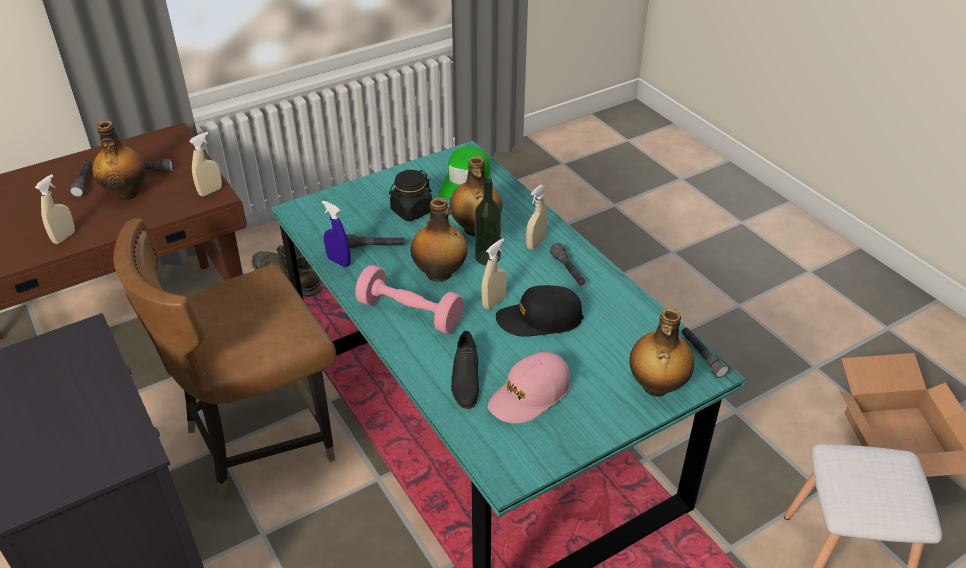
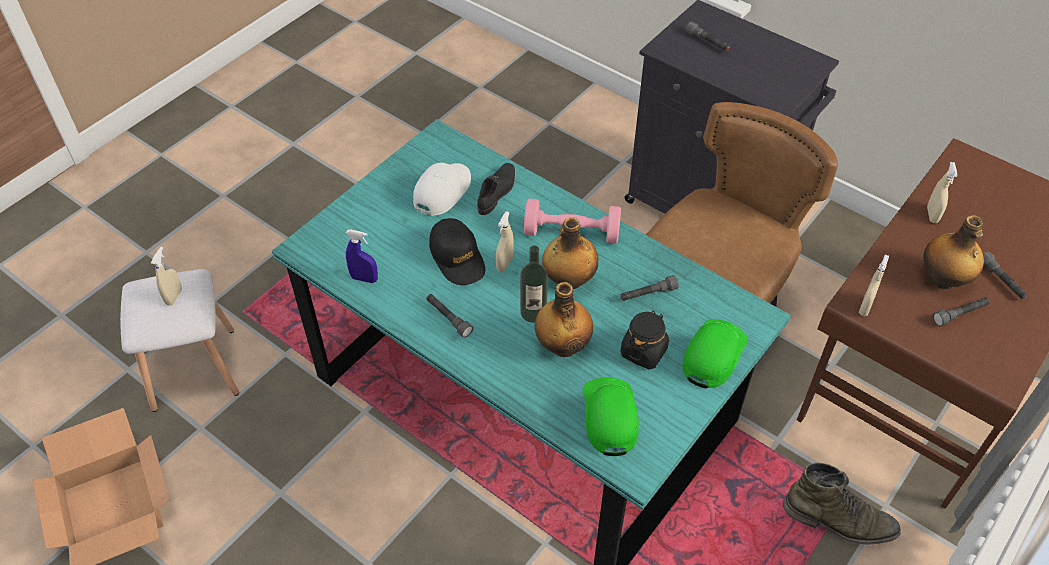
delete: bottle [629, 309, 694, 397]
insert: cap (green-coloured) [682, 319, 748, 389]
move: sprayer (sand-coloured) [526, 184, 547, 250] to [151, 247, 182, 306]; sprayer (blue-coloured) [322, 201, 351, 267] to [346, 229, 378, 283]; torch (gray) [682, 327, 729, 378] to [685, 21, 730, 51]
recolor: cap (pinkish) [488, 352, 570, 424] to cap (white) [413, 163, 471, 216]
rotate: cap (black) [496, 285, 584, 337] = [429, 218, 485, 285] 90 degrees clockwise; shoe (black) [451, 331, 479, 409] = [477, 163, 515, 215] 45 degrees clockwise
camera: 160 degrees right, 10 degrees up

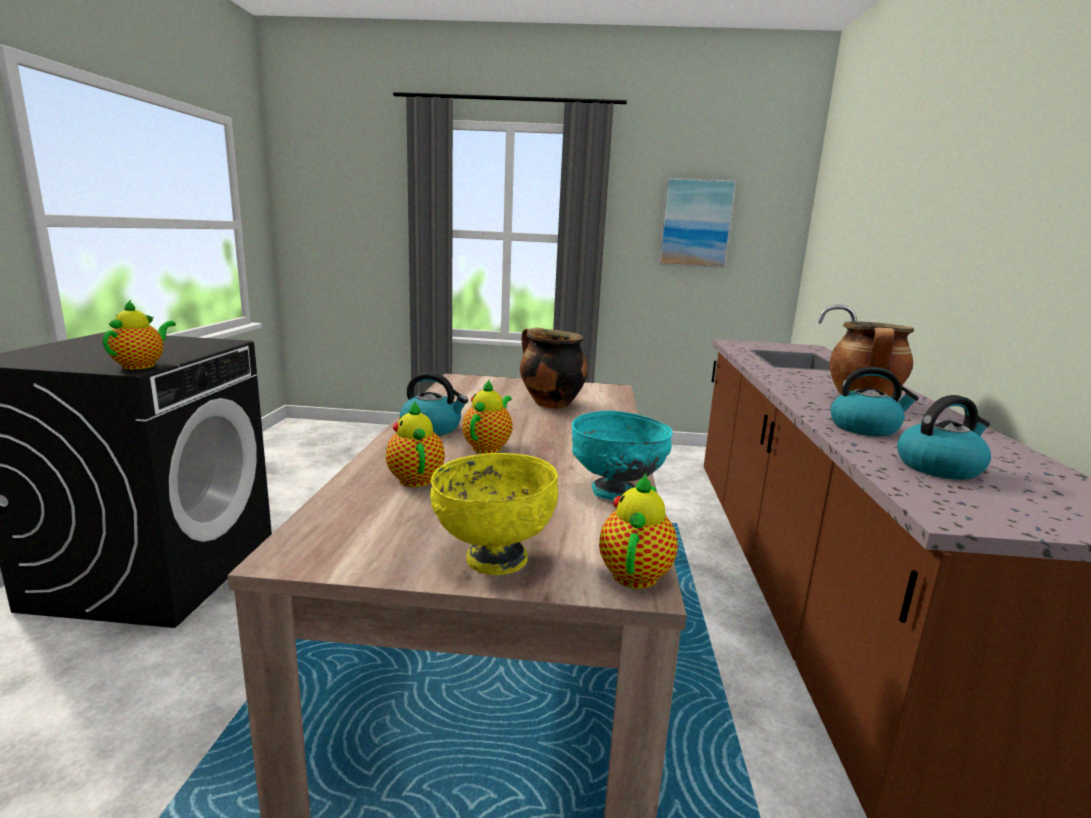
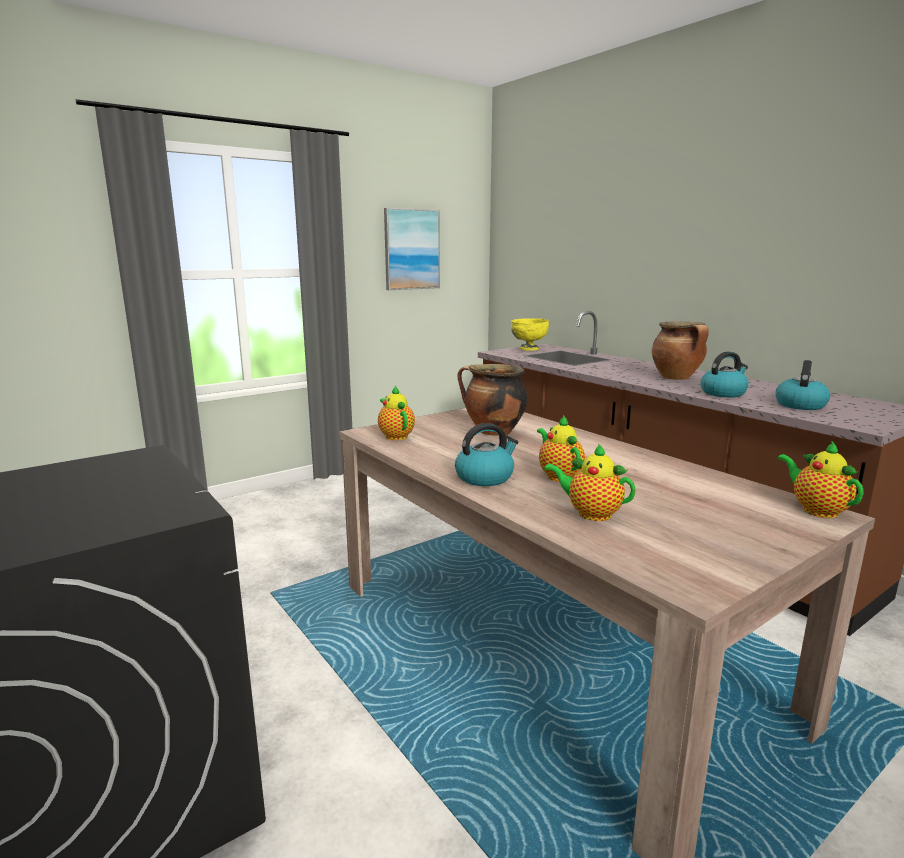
delete: deep dish (turquoise-coloured) [572, 411, 673, 501]
move: pot for tea [103, 300, 176, 370] to [378, 385, 415, 440]; deep dish (yellow) [430, 453, 558, 575] to [511, 318, 549, 351]
camera: 40 degrees left, 0 degrees up

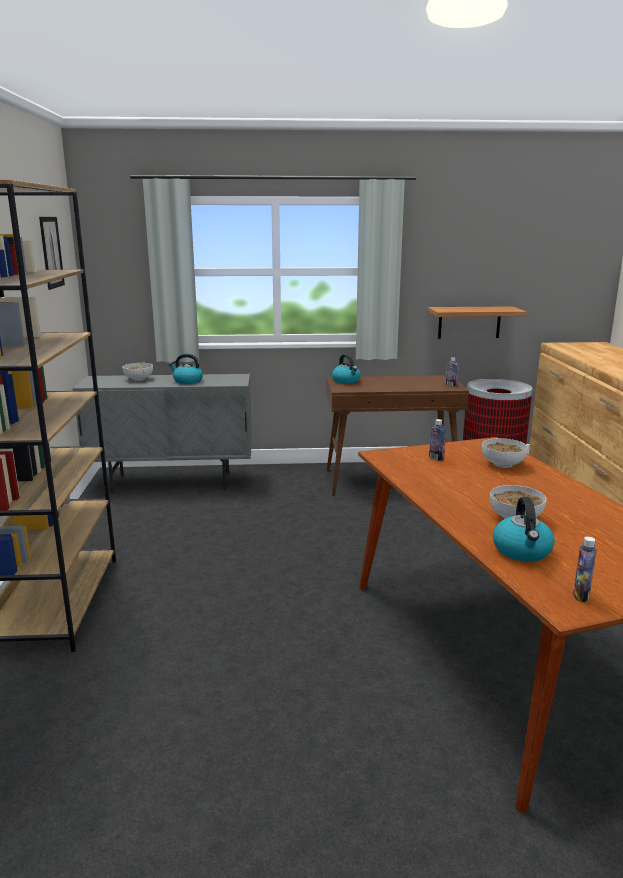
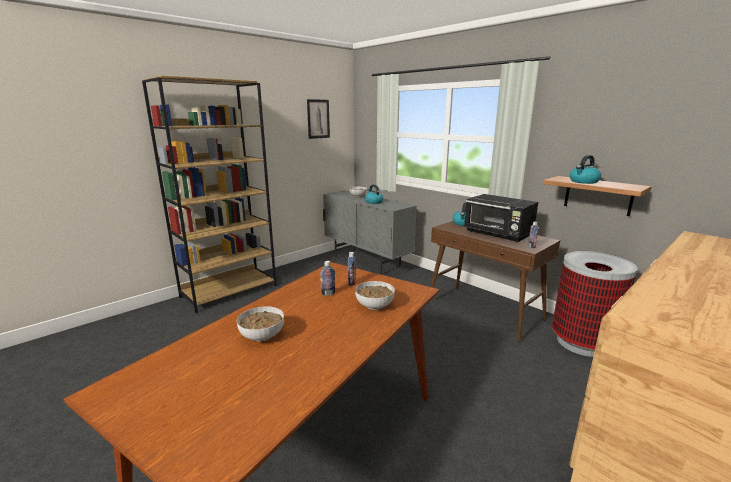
insert: kitchen microwave (black) [464, 194, 538, 242]
move: kettle [493, 497, 555, 562] to [570, 155, 601, 184]; bottle [573, 537, 597, 602] to [320, 261, 336, 296]
camera: 50 degrees right, 0 degrees up

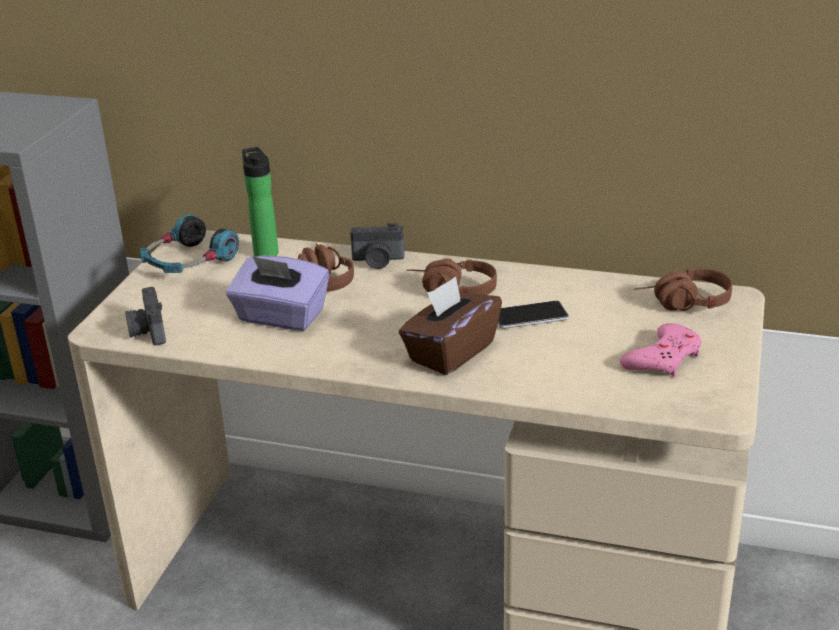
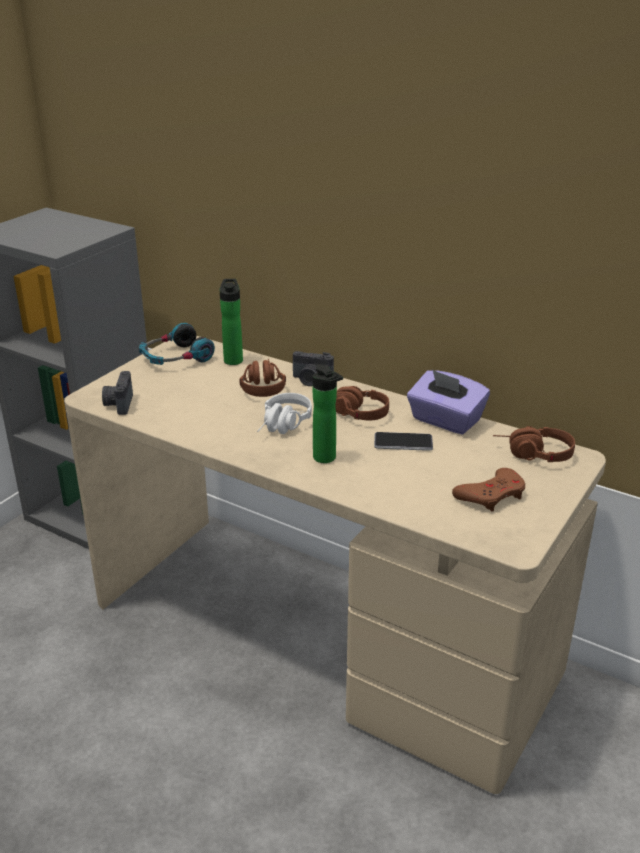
insert: headphones (white) [257, 393, 312, 434]
move: tissue box (purple-coloured) [226, 256, 329, 331] to [407, 370, 490, 435]
replace: tissue box (brown) [398, 276, 502, 375] to bottle [313, 364, 343, 463]
recolor: joypad (pinkish) [620, 323, 702, 376] to joypad (brown) [452, 468, 525, 511]
camera: 15 degrees right, 0 degrees up

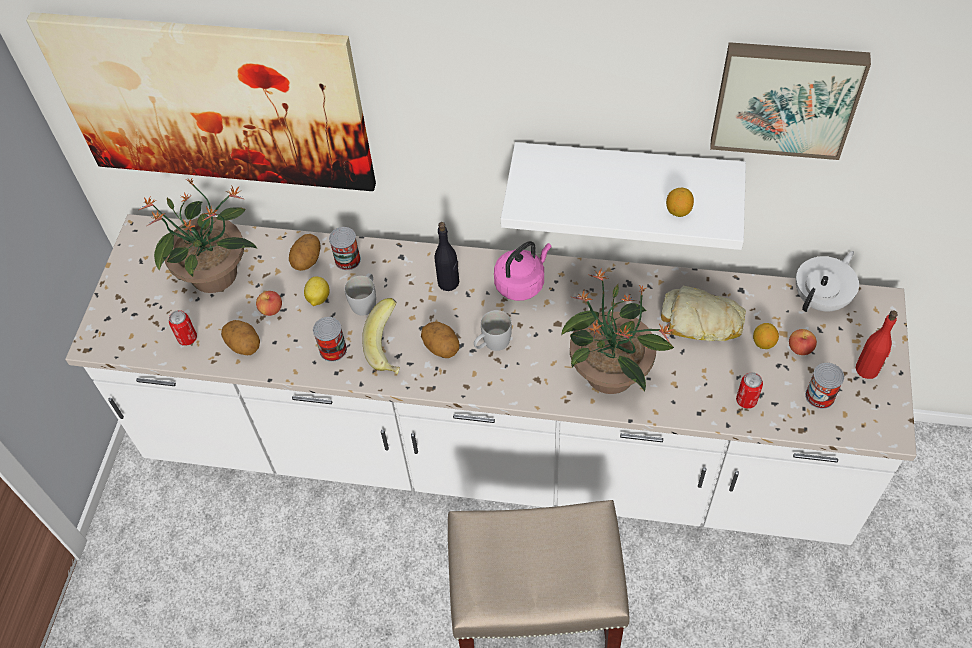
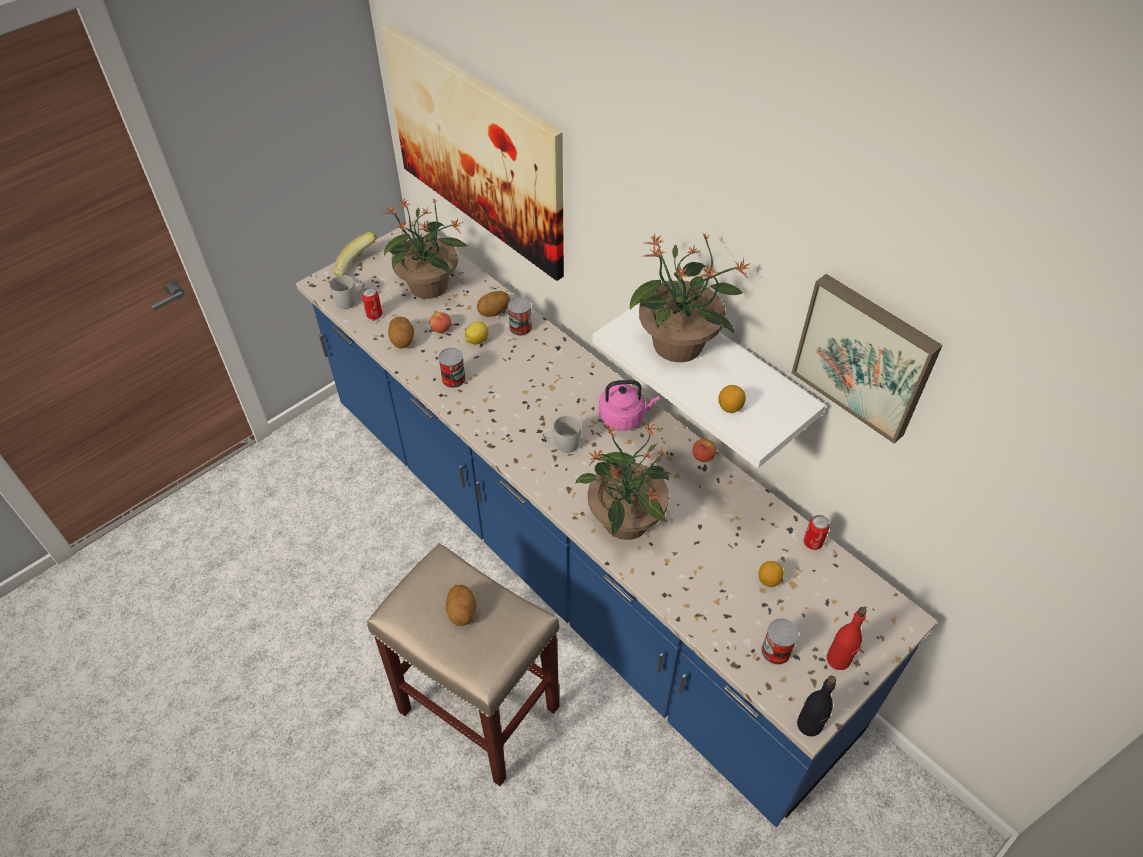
delete: pot for tea (white) [796, 251, 859, 312]; baked bread [661, 285, 746, 341]
insert: potted plant [630, 233, 751, 362]
move: bottle (black) [434, 222, 459, 291] to [797, 676, 836, 736]; mug (white) [345, 273, 376, 316] to [329, 275, 364, 309]; whole banana [362, 298, 400, 374] to [334, 232, 377, 276]; whole potato [421, 322, 460, 358] to [446, 585, 476, 626]; whole apple [789, 329, 817, 355] to [692, 439, 717, 462]; metal can [736, 372, 763, 409] to [804, 515, 830, 550]
recolor: kitchen base unit (white) [65, 214, 916, 545] to kitchen base unit (blue-coloured) [296, 219, 938, 827]
camera: 35 degrees right, 5 degrees down

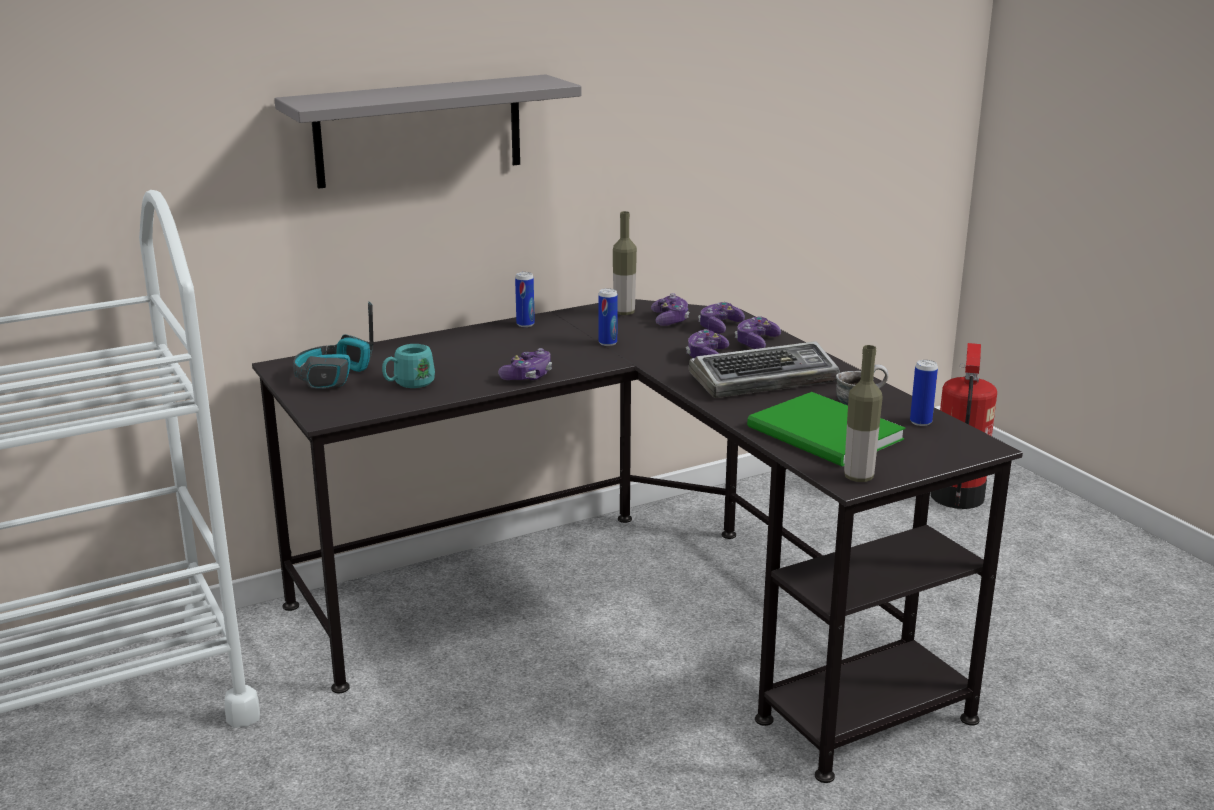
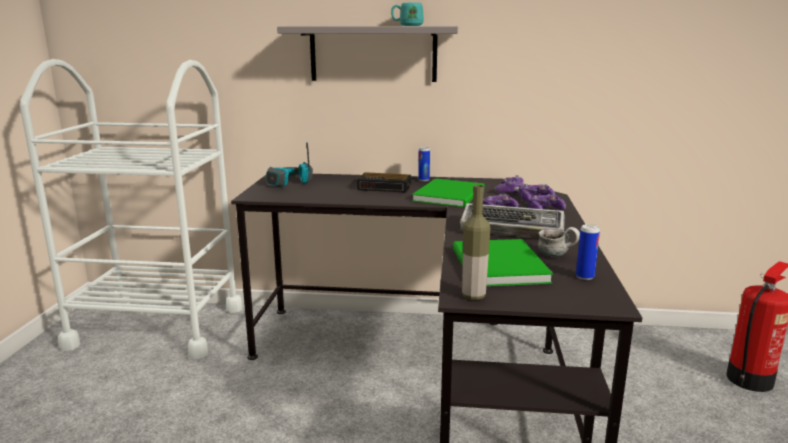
delete: bottle [613, 211, 637, 315]; joypad [498, 348, 552, 380]
insert: bedside clock [357, 172, 411, 193]
move: mug (turquoise-coloured) [382, 344, 435, 388] to [391, 3, 424, 26]
replace: metal can [598, 288, 618, 346] to book (green-coloured) [412, 179, 485, 207]
camera: 35 degrees right, 5 degrees down

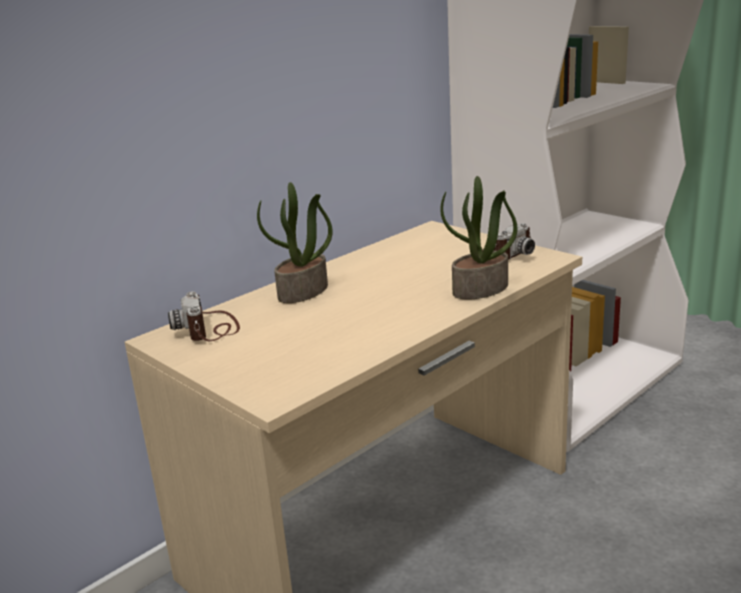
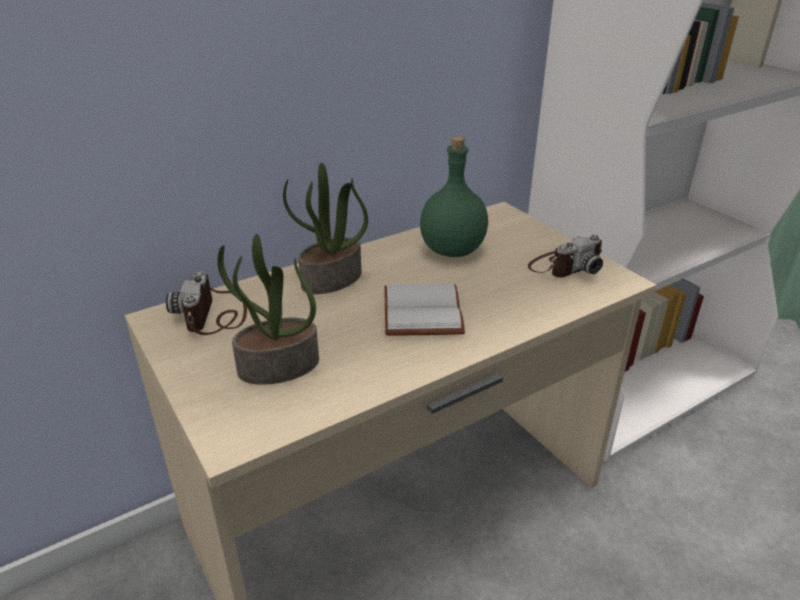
insert: bottle (green-coloured) [420, 136, 488, 257]; book (white) [384, 283, 465, 336]
move: potted plant [440, 176, 517, 300] to [217, 234, 319, 385]
camera: 10 degrees right, 10 degrees up

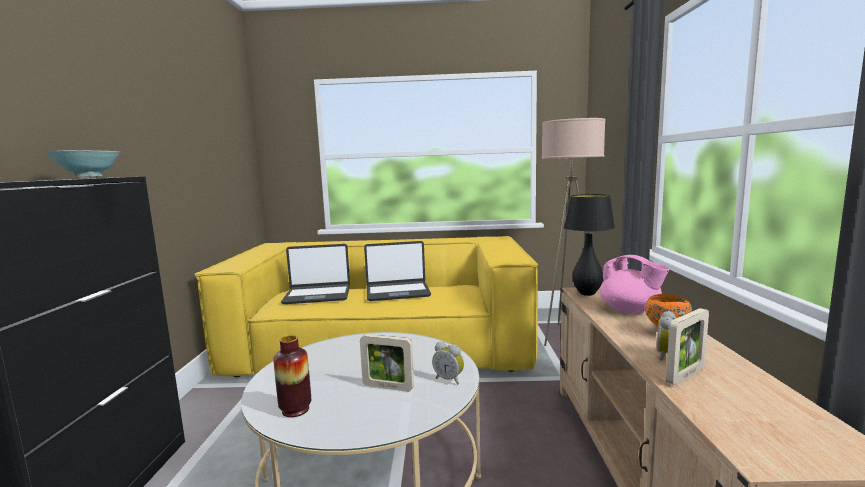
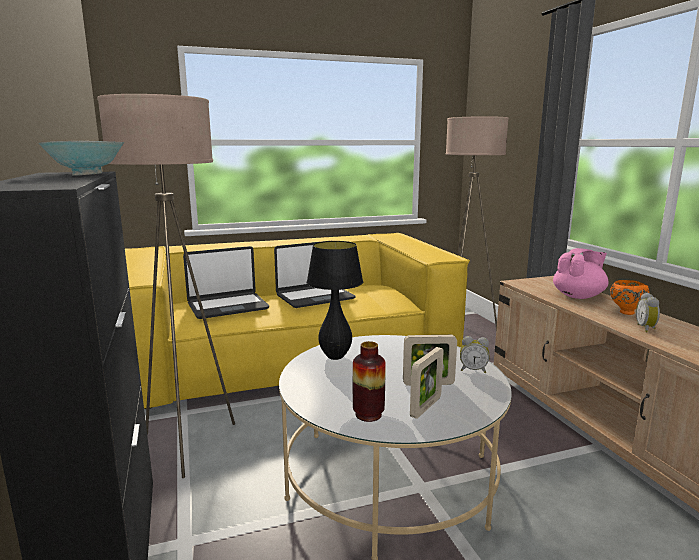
insert: floor lamp (sand-coloured) [97, 94, 235, 478]
move: table lamp (black) [564, 194, 615, 296] to [307, 241, 363, 360]; picture frame [666, 308, 709, 385] to [410, 347, 443, 419]
rotate: pot for tea (pinkish) [599, 255, 670, 313] = [553, 248, 608, 299] 60 degrees counterclockwise
camera: 20 degrees left, 5 degrees up

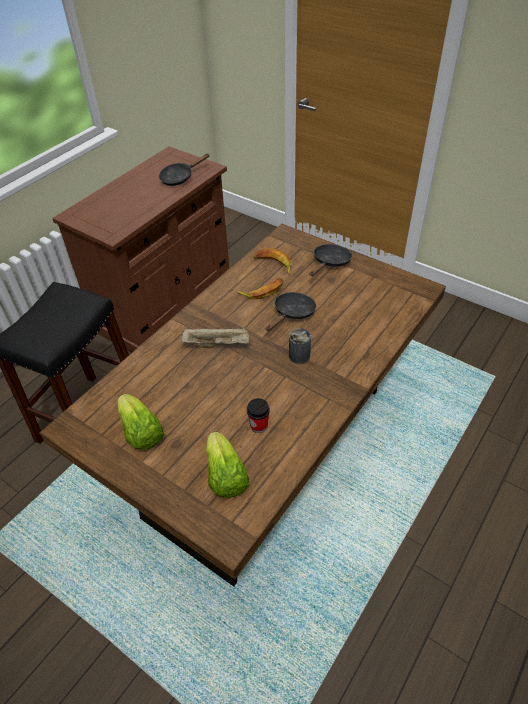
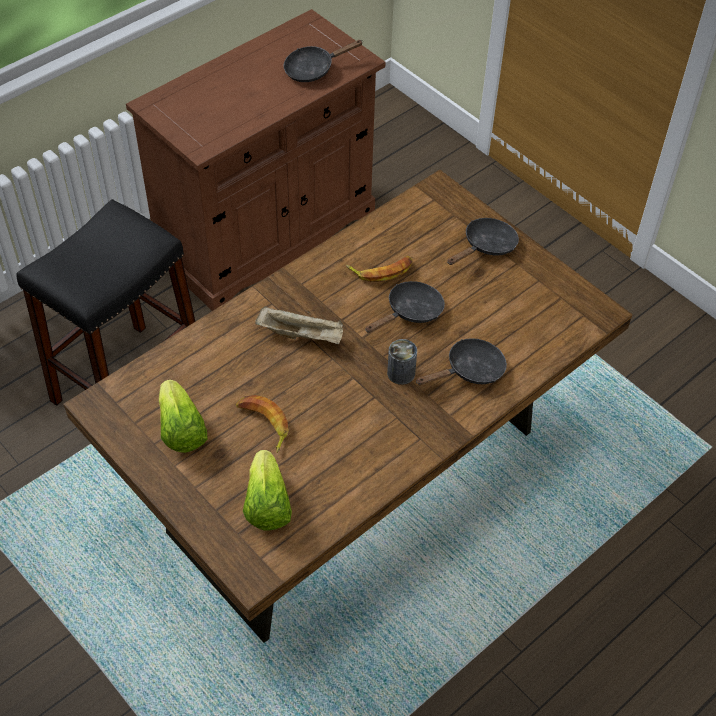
delete: drinking cup [247, 398, 270, 433]
insert: skillet (black) [416, 338, 507, 385]
move: whole banana [253, 248, 292, 274] to [236, 395, 289, 453]
camera: 10 degrees right, 5 degrees up

